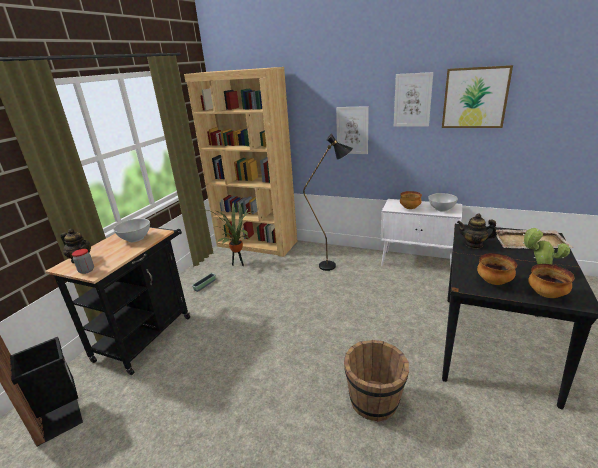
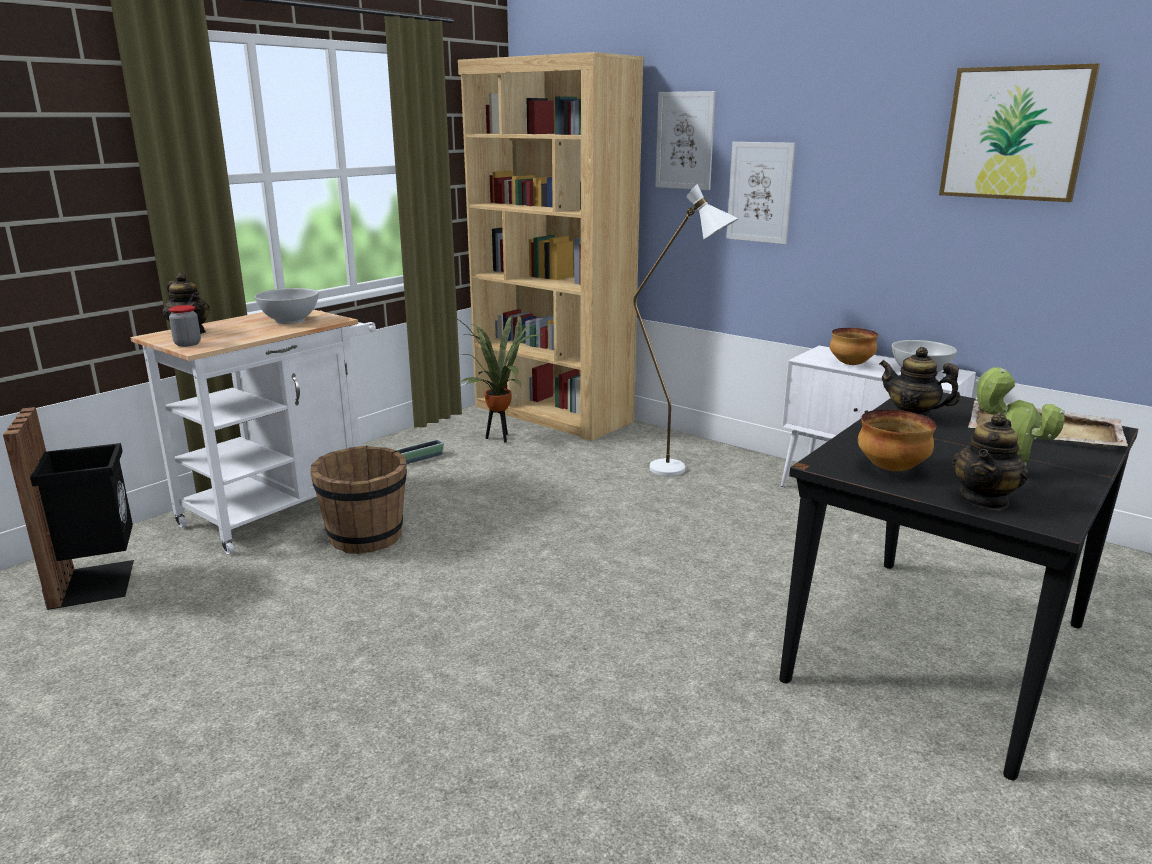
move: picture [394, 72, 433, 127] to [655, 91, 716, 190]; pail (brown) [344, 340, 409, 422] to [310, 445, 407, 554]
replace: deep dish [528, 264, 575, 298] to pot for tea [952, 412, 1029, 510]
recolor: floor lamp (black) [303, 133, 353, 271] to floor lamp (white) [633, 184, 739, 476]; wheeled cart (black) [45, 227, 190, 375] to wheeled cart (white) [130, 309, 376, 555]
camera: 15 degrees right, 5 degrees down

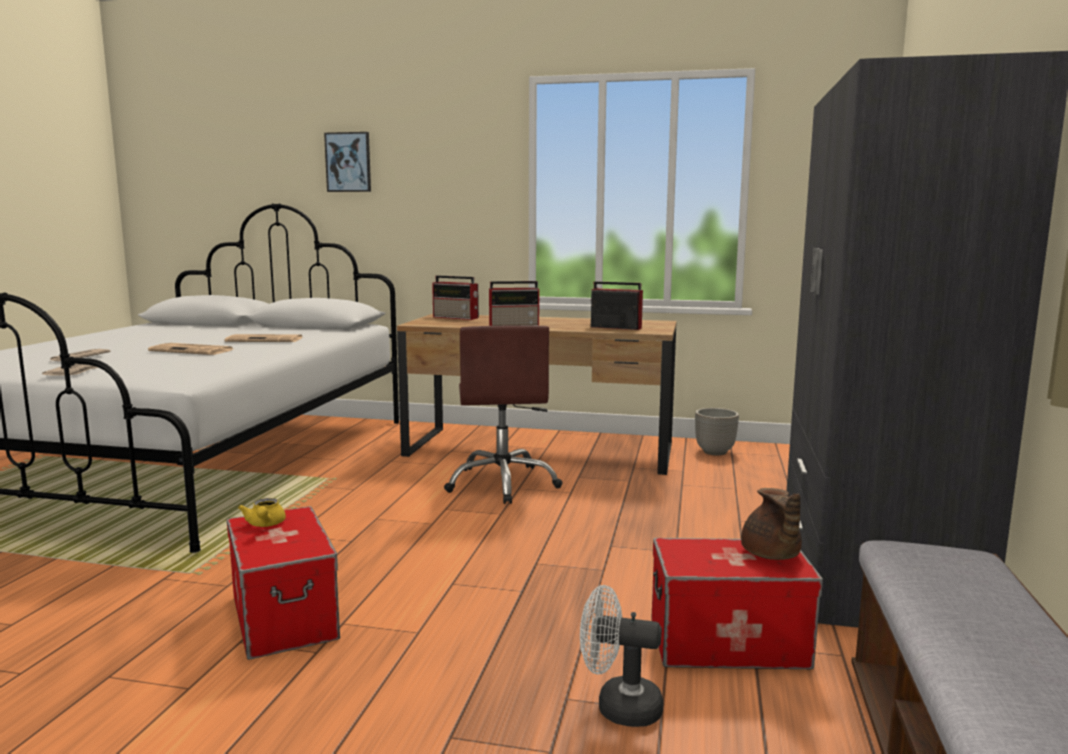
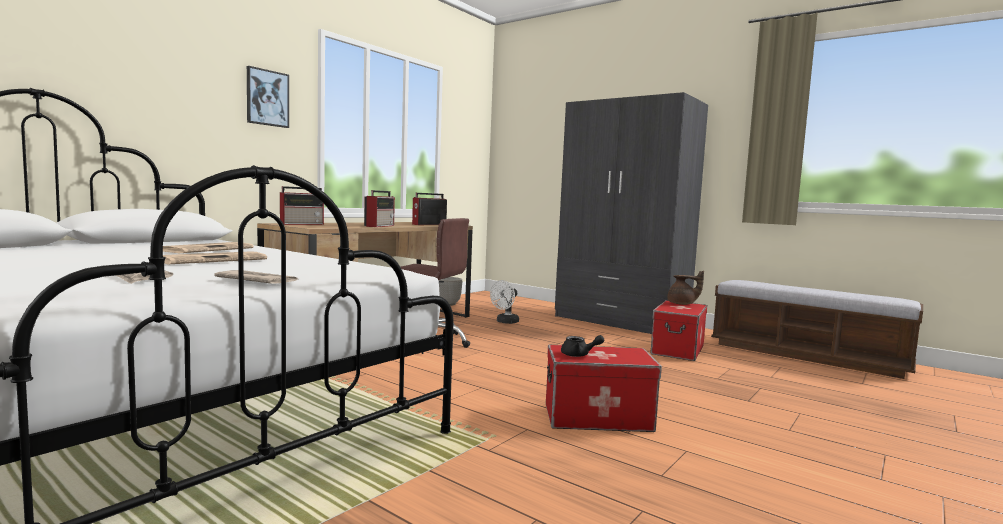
move: picture [324, 132, 371, 192] to [247, 66, 289, 128]; electric fan (white) [580, 585, 663, 727] to [490, 280, 519, 324]
recolor: pot for tea (yellow) [238, 498, 286, 527] to pot for tea (black) [561, 335, 604, 357]
camera: 65 degrees left, 5 degrees down

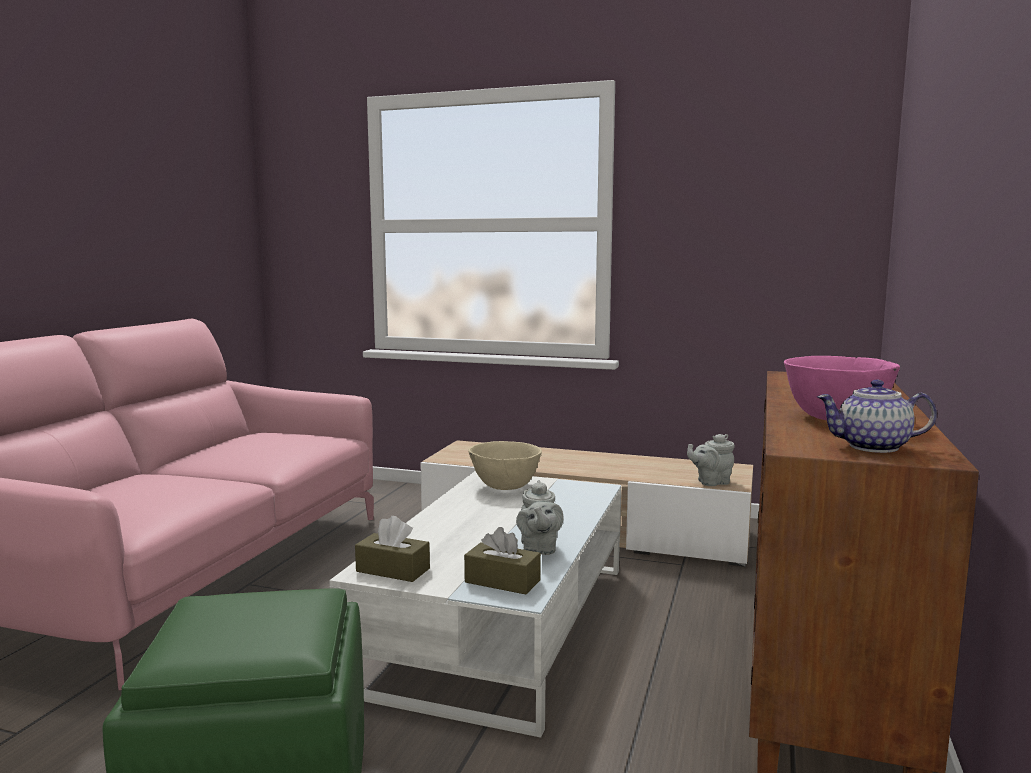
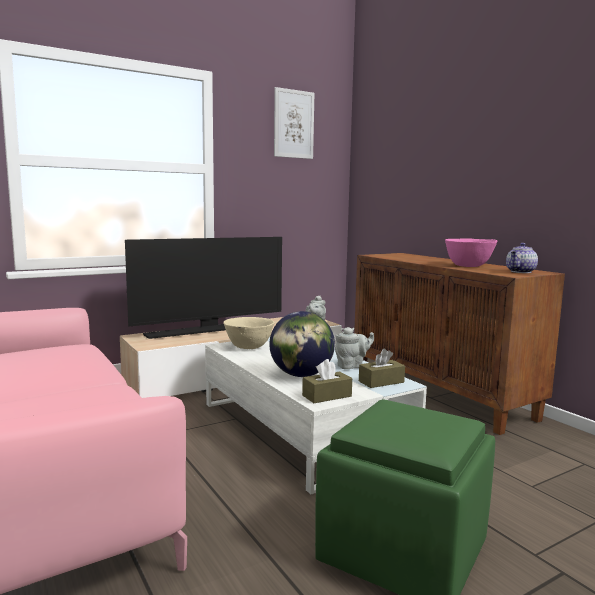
insert: picture [274, 87, 314, 159]; TV set [125, 237, 282, 339]; world globe [269, 311, 335, 377]
rotate: pot for tea (gray) [516, 480, 564, 555] = [335, 327, 374, 369] 60 degrees counterclockwise
camera: 50 degrees left, 0 degrees up

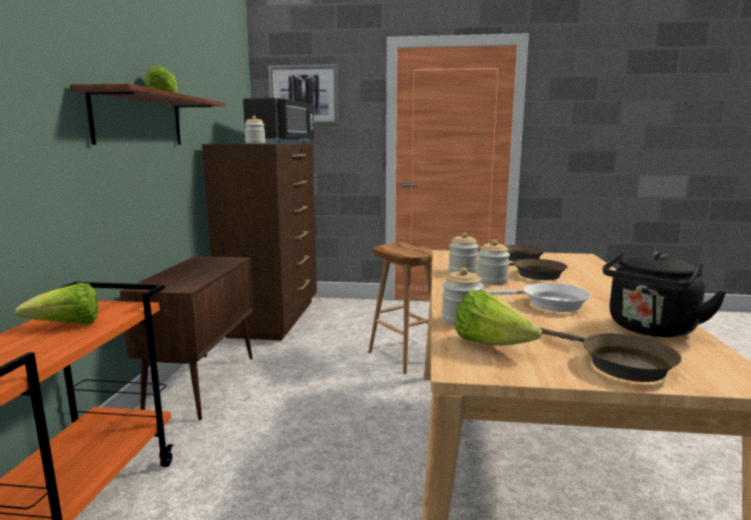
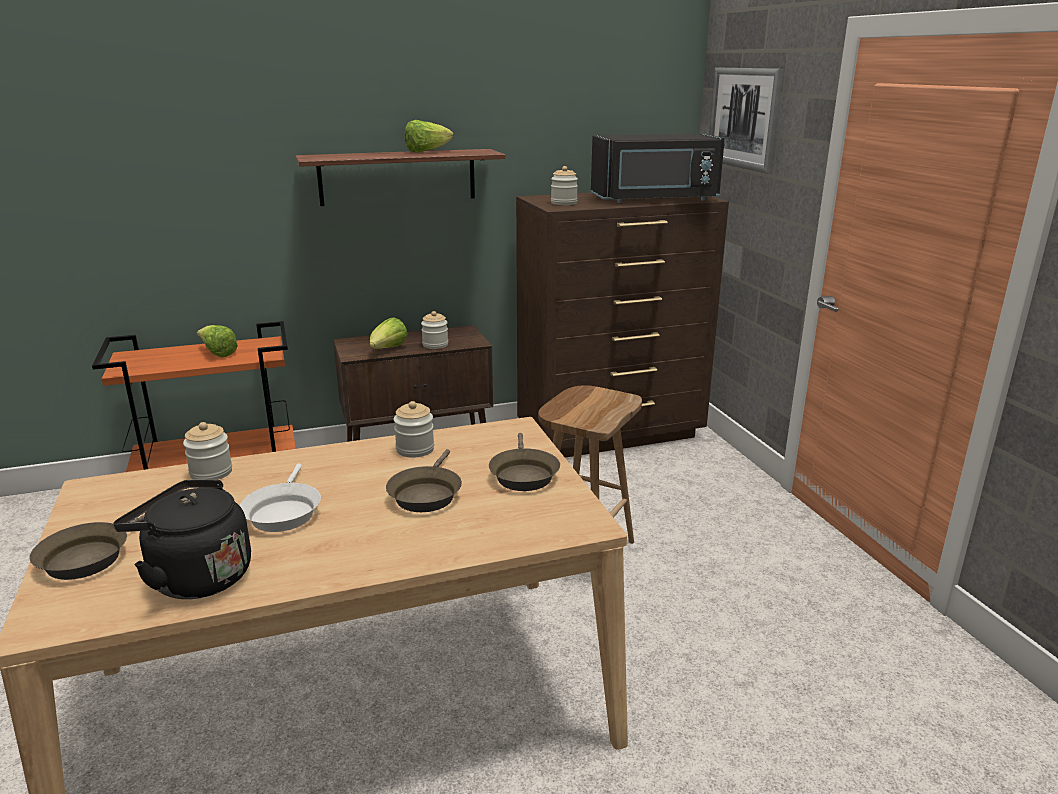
move: storage jar [477, 240, 510, 285] to [421, 311, 448, 349]; head of lettuce [455, 291, 542, 345] to [370, 317, 408, 349]
camera: 65 degrees right, 10 degrees up

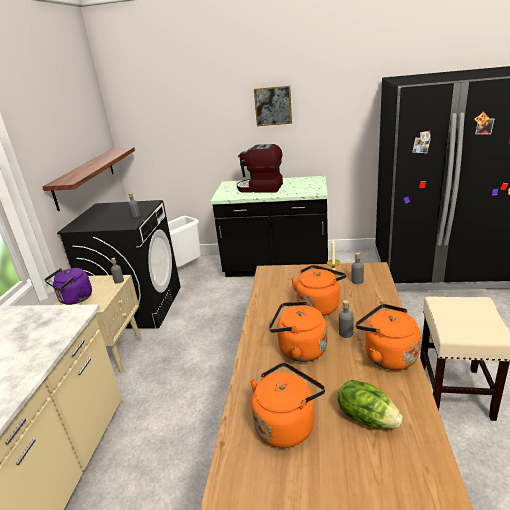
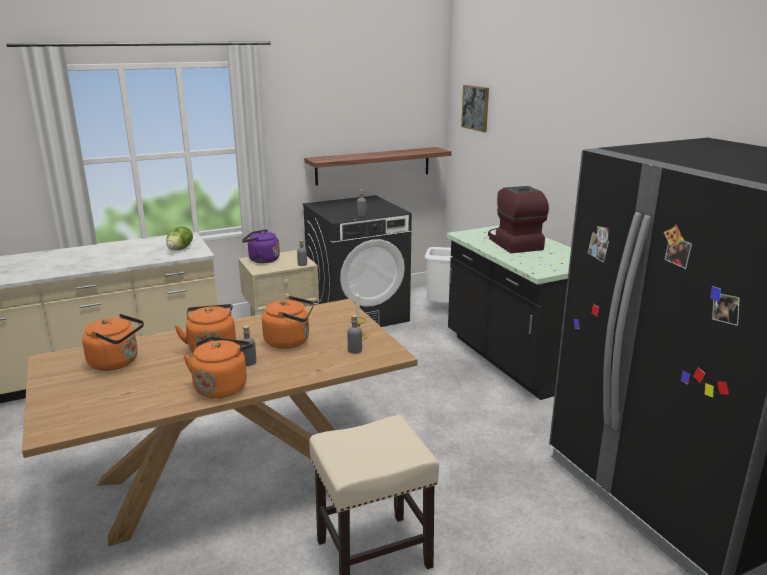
move: picture [254, 85, 292, 126] to [461, 85, 489, 132]; head of lettuce [337, 380, 403, 429] to [166, 227, 193, 250]
camera: 55 degrees right, 5 degrees down

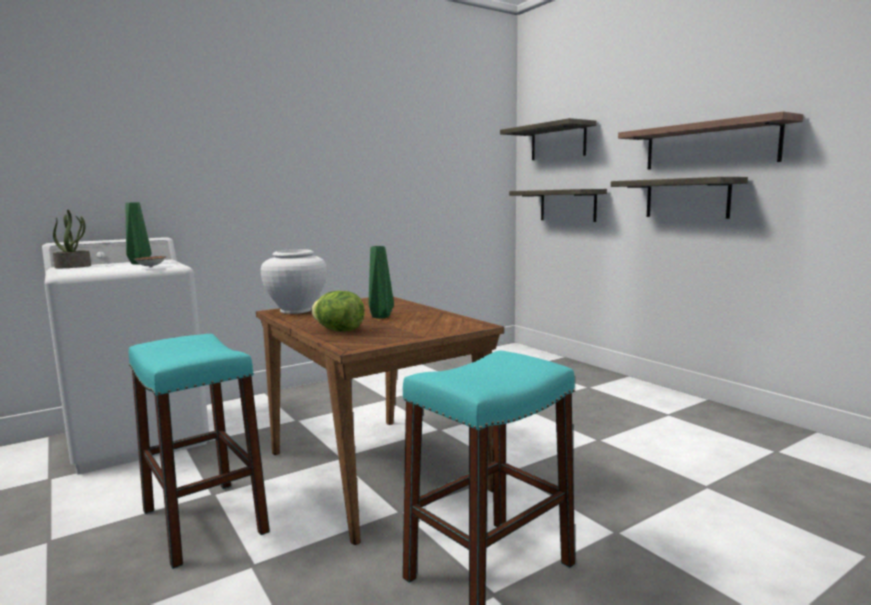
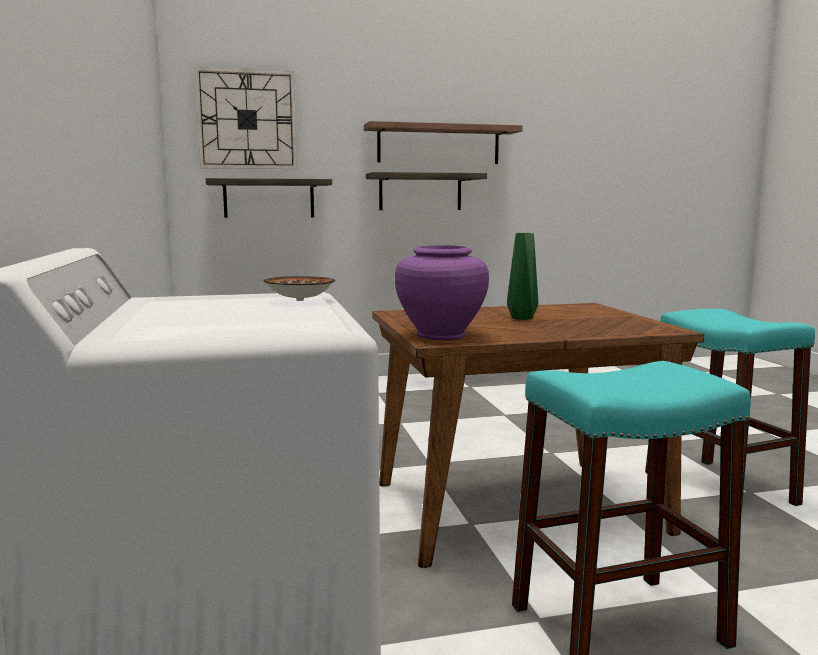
delete: flower vase (green-coloured) [126, 202, 151, 265]; potted plant [53, 209, 91, 268]; head of lettuce [311, 291, 365, 331]
replace: shelf [500, 118, 596, 160] to wall clock [195, 67, 297, 169]
recolor: flower vase (white) [261, 249, 327, 314] to flower vase (purple-coloured) [395, 245, 489, 340]
camera: 70 degrees left, 0 degrees up

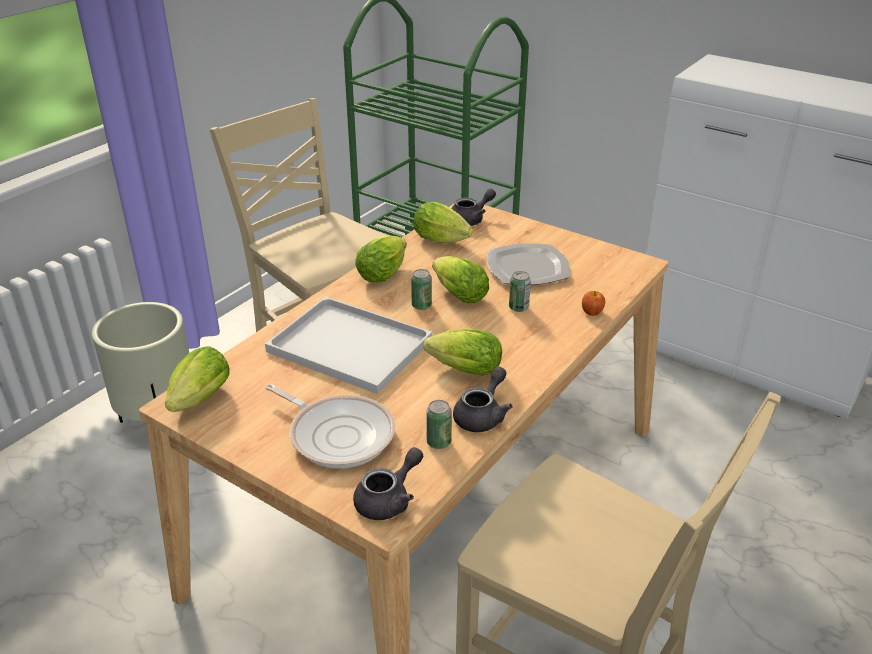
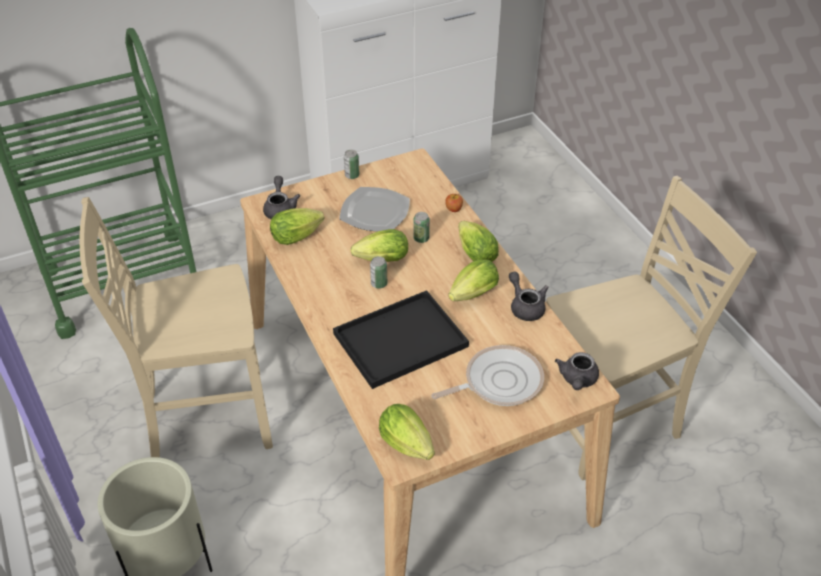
move: head of lettuce [355, 236, 407, 282] to [458, 221, 499, 262]; metal can [426, 400, 452, 449] to [344, 150, 359, 179]
recolor: serving tray (white) [265, 296, 432, 394] to serving tray (black) [333, 290, 469, 389]
rotate: pot for tea (gray) [353, 447, 423, 520] = [555, 352, 599, 390] 150 degrees counterclockwise
camera: 60 degrees left, 10 degrees up

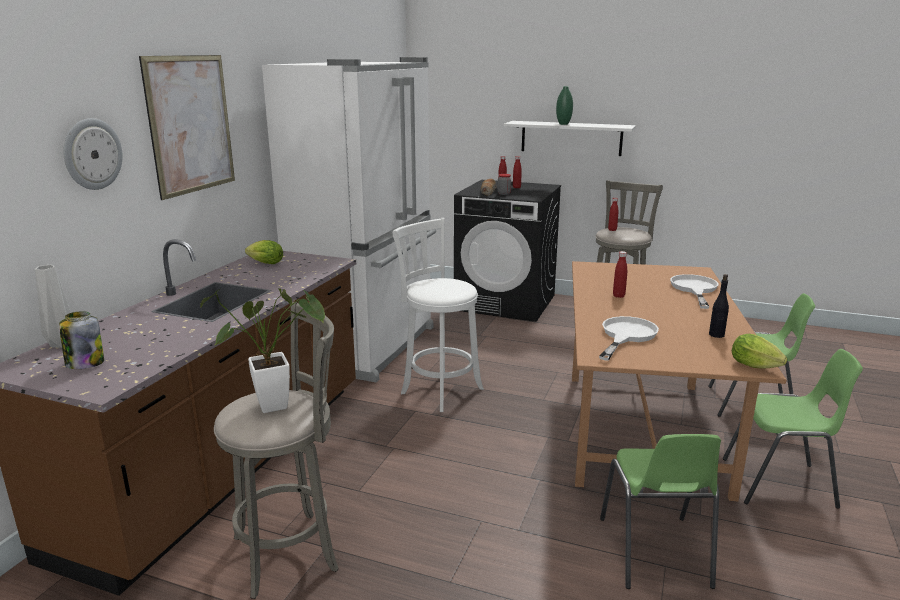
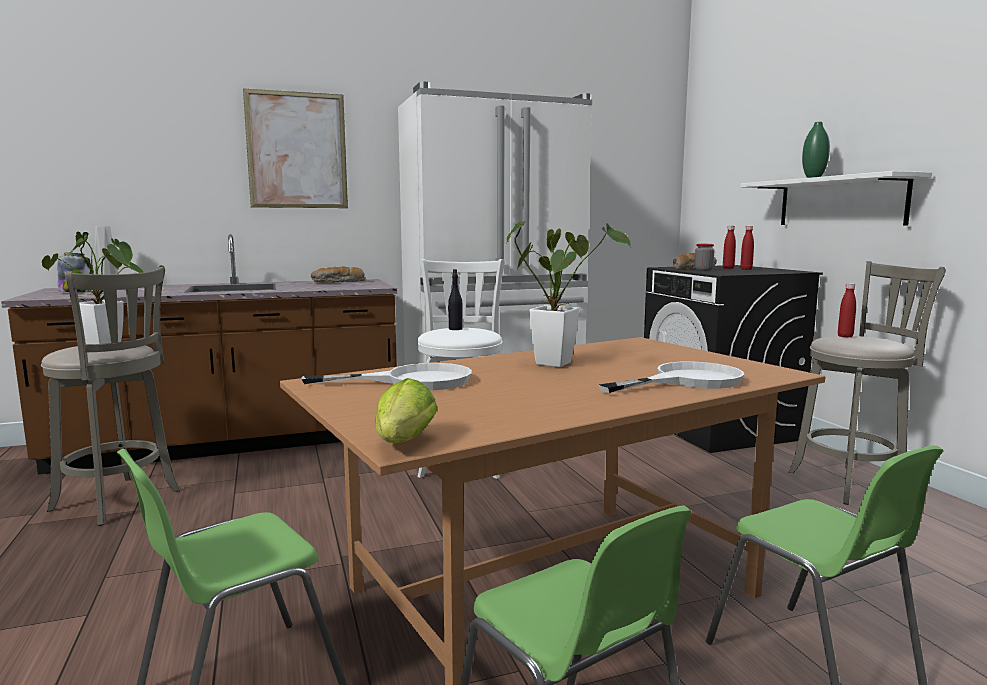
delete: wall clock [63, 118, 123, 190]
move: bottle (black) [709, 274, 729, 338] to [448, 269, 463, 330]
replace: head of lettuce [245, 240, 283, 264] to baked bread [311, 267, 365, 283]; bottle (red) [613, 251, 627, 298] to potted plant [507, 221, 631, 367]
camera: 50 degrees right, 10 degrees down

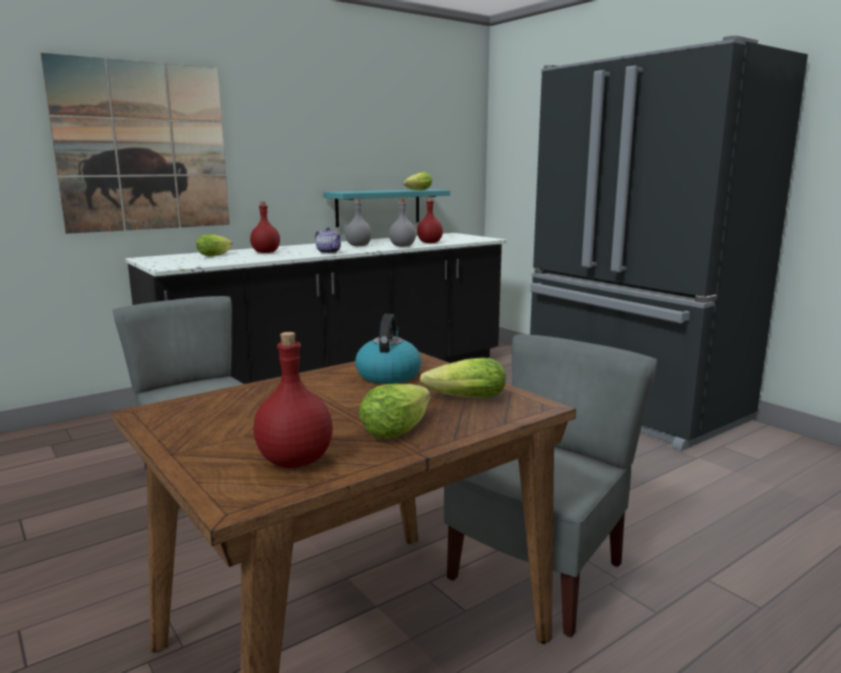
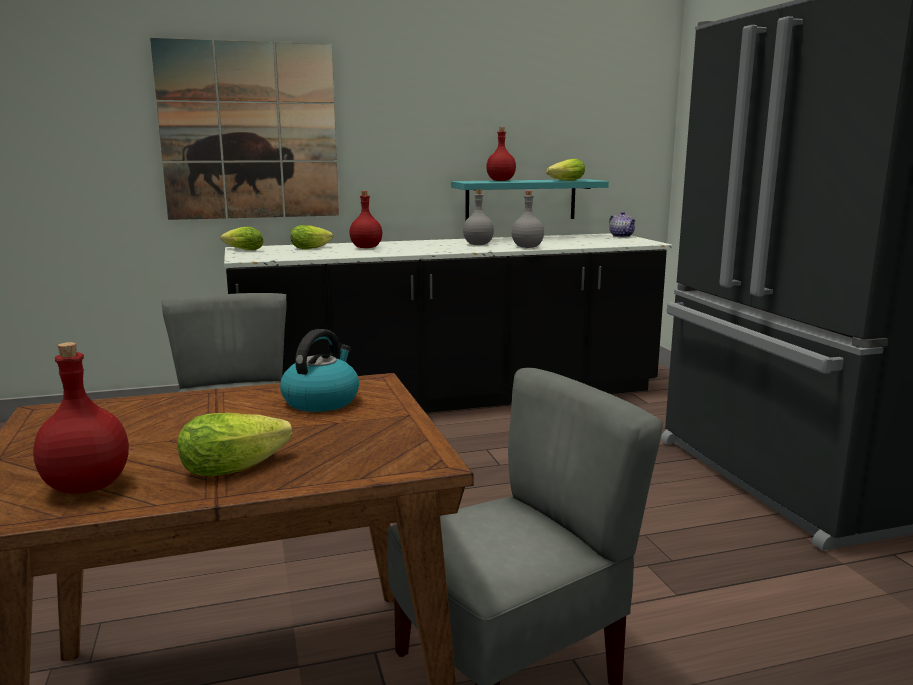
move: bottle (red) [417, 197, 443, 243] to [486, 127, 516, 181]; pot for tea [315, 227, 341, 253] to [609, 212, 636, 238]; head of lettuce [420, 357, 506, 398] to [220, 227, 264, 250]
camera: 20 degrees right, 0 degrees up

